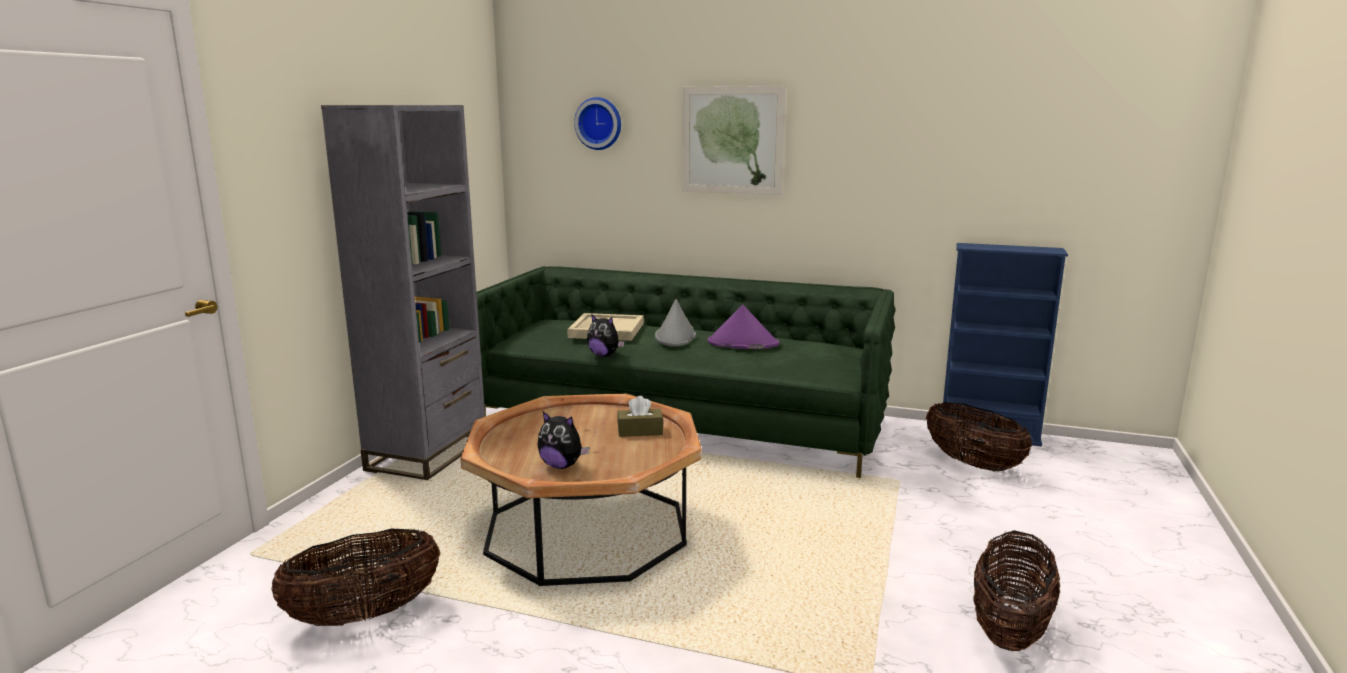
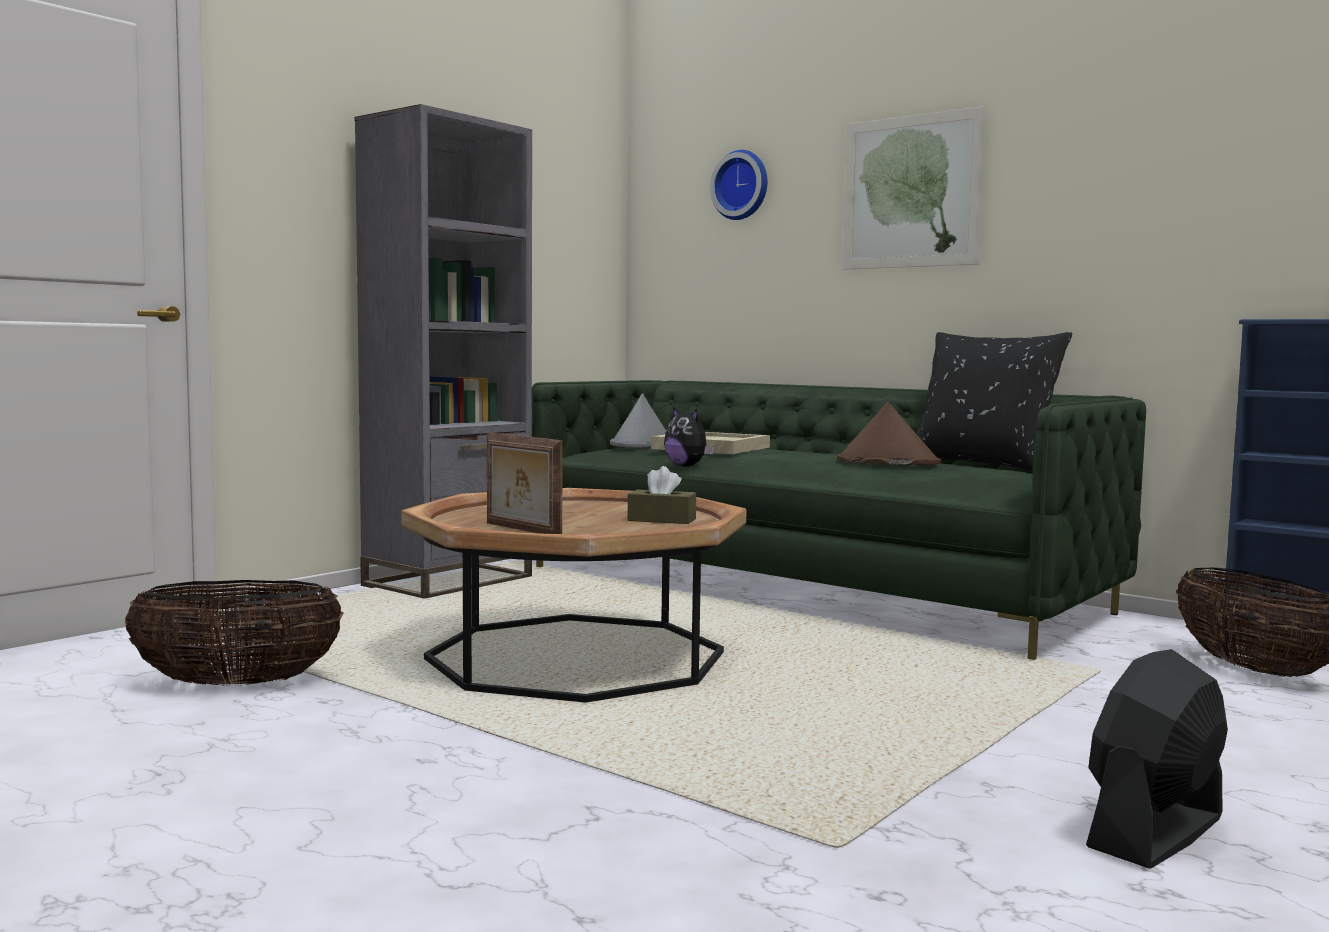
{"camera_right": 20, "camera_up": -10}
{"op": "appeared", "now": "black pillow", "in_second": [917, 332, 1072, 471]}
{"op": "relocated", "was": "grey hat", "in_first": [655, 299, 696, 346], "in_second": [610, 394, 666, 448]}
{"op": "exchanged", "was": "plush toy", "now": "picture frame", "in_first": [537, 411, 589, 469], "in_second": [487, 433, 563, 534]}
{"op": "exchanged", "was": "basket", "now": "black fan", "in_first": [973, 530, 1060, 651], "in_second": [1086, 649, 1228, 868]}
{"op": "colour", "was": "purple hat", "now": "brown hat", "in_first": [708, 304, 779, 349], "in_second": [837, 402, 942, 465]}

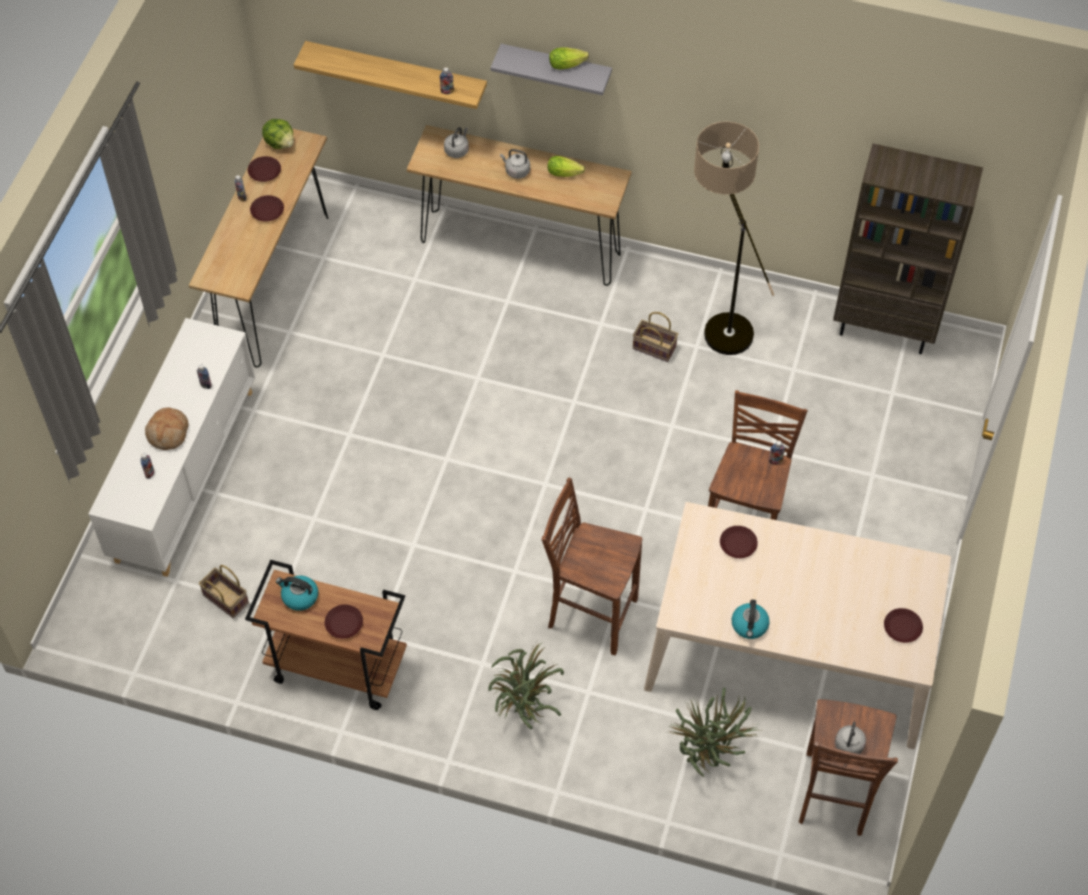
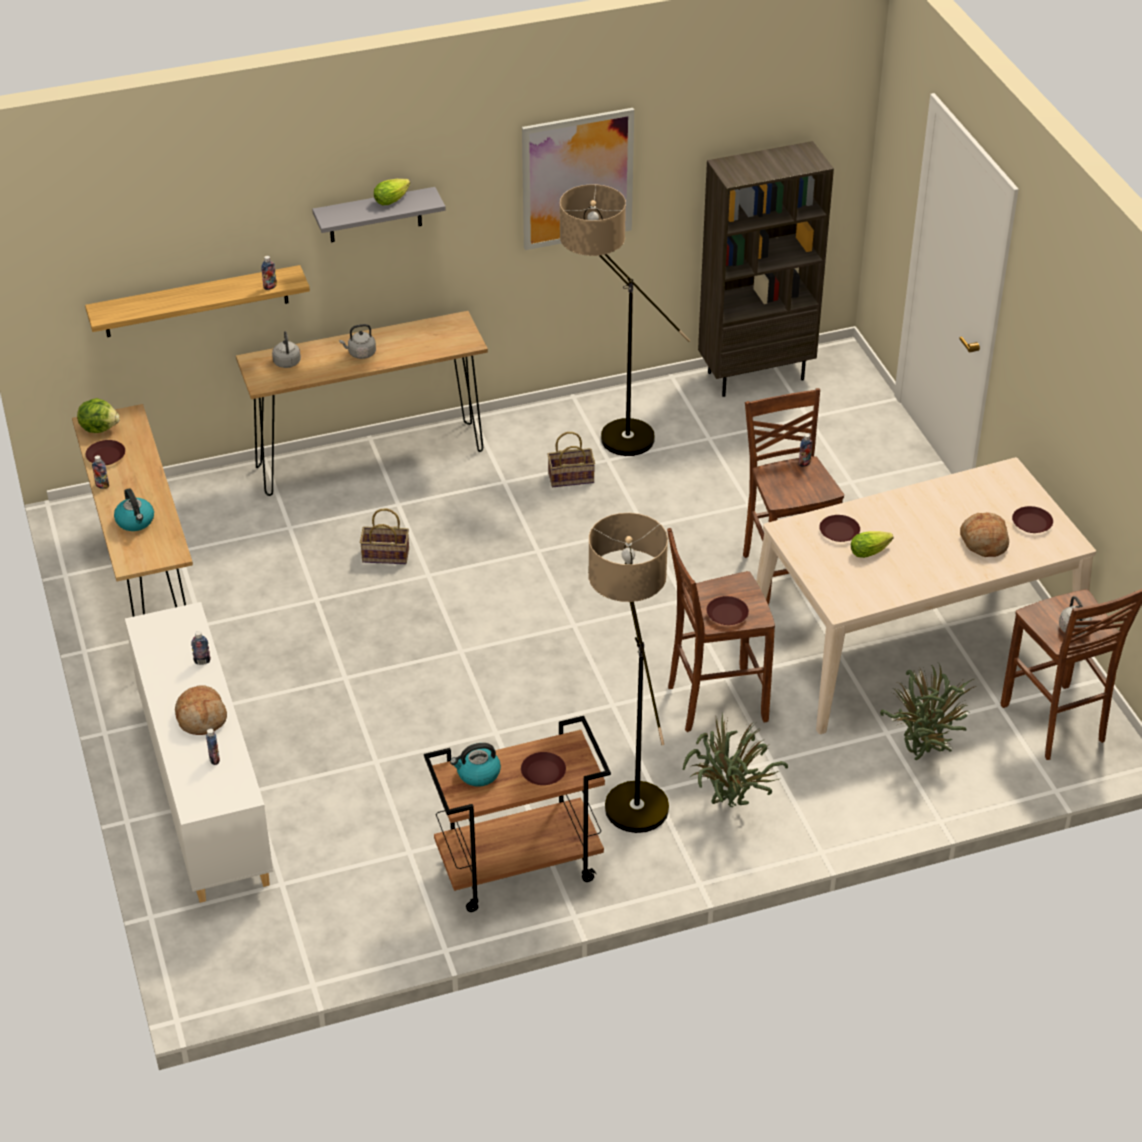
{"camera_right": -35, "camera_up": -15}
{"op": "appeared", "now": "picture", "in_second": [522, 108, 634, 250]}
{"op": "appeared", "now": "floor lamp", "in_second": [588, 513, 669, 833]}
{"op": "appeared", "now": "bread", "in_second": [960, 512, 1009, 557]}
{"op": "relocated", "was": "basket", "in_first": [199, 565, 249, 618], "in_second": [360, 508, 409, 564]}
{"op": "relocated", "was": "brown plate", "in_first": [250, 195, 284, 222], "in_second": [707, 596, 749, 625]}
{"op": "relocated", "was": "lettuce", "in_first": [548, 156, 585, 177], "in_second": [851, 531, 893, 558]}
{"op": "relocated", "was": "kettle", "in_first": [732, 600, 769, 639], "in_second": [114, 488, 154, 531]}

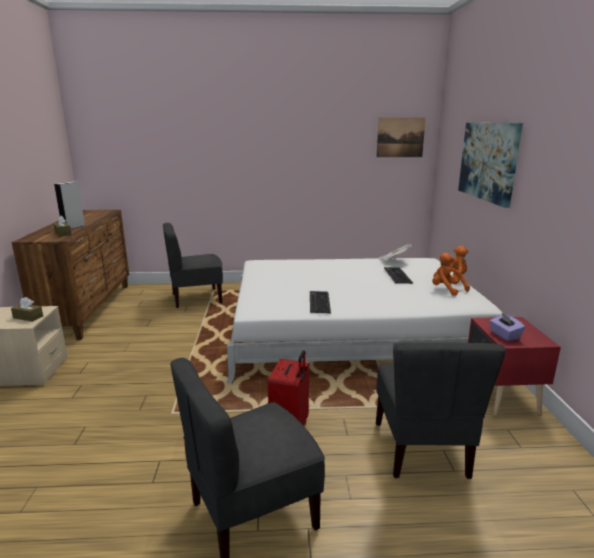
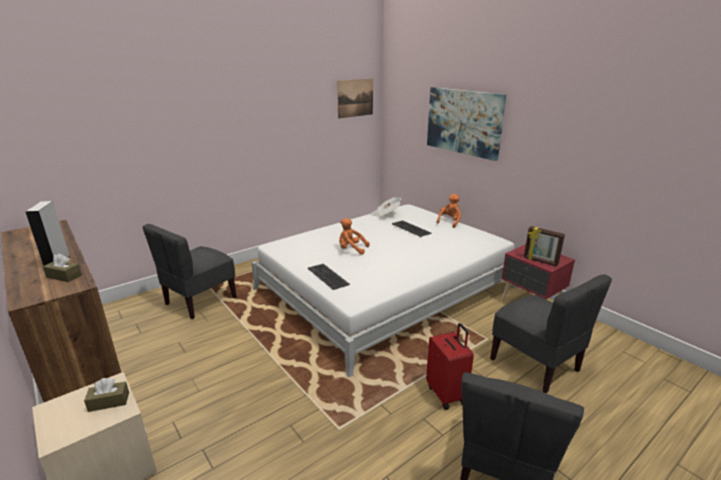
{"camera_right": -35, "camera_up": 5}
{"op": "relocated", "was": "keyboard", "in_first": [310, 291, 331, 314], "in_second": [308, 264, 350, 290]}
{"op": "relocated", "was": "orange plush toy", "in_first": [432, 253, 470, 296], "in_second": [339, 218, 370, 255]}
{"op": "exchanged", "was": "purple tissue box", "now": "picture frame", "in_first": [489, 313, 525, 341], "in_second": [524, 226, 565, 266]}

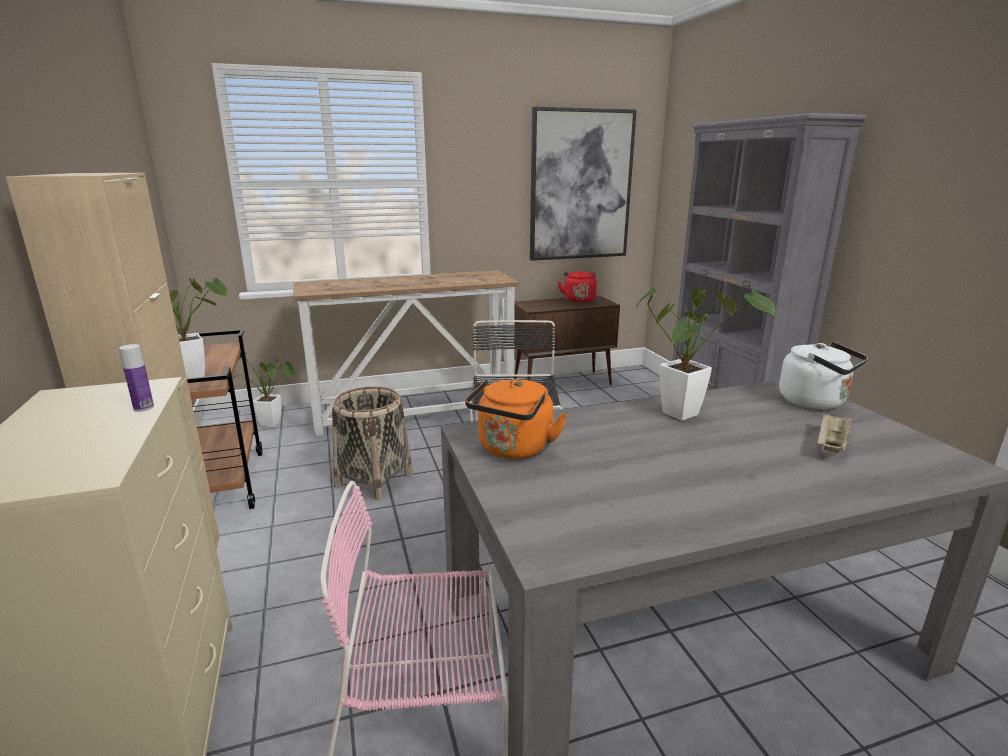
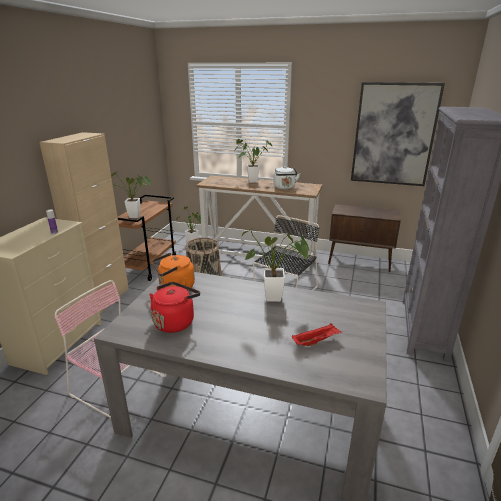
{"camera_right": 35, "camera_up": 5}
{"op": "appeared", "now": "potted plant", "in_second": [235, 139, 272, 183]}
{"op": "relocated", "was": "red kettle", "in_first": [558, 270, 597, 303], "in_second": [149, 282, 200, 333]}
{"op": "relocated", "was": "white kettle", "in_first": [779, 342, 868, 409], "in_second": [273, 166, 300, 189]}
{"op": "colour", "was": "beige tray", "now": "red tray", "in_first": [817, 413, 853, 453], "in_second": [292, 323, 342, 346]}

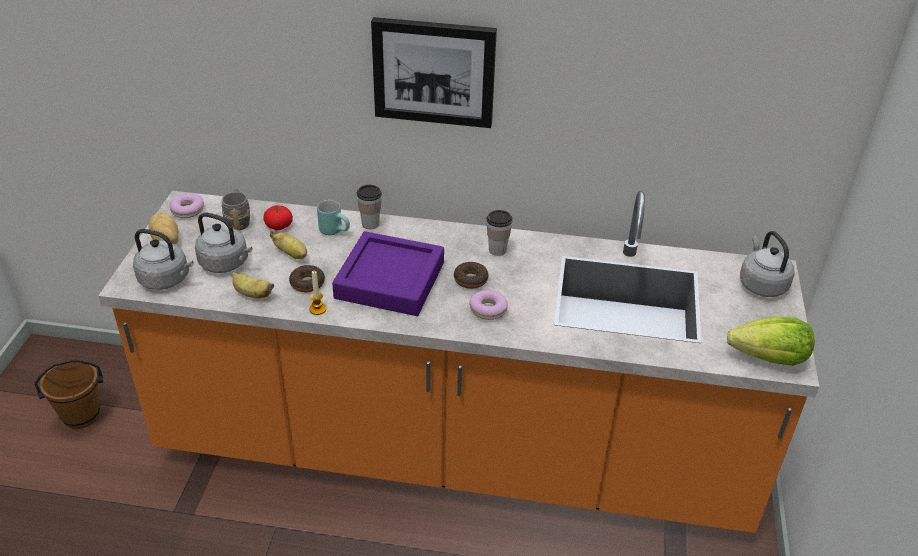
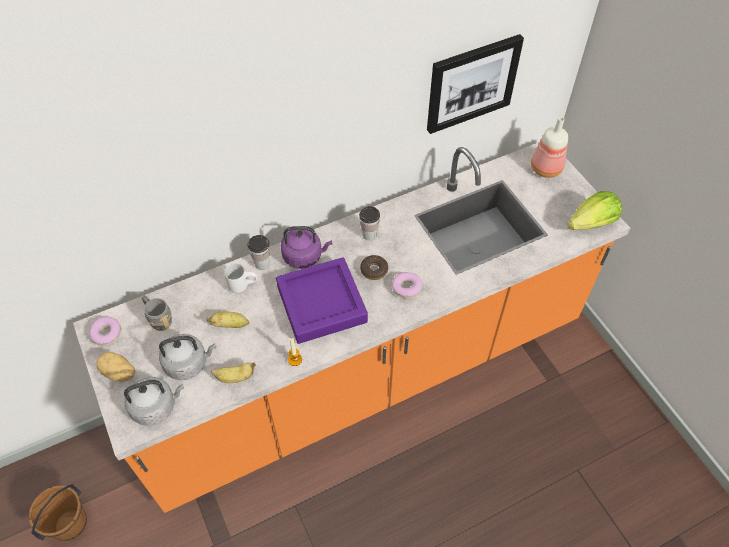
{"camera_right": -35, "camera_up": 15}
{"op": "missing", "was": "tomato", "in_first": [263, 205, 293, 230]}
{"op": "missing", "was": "donut", "in_first": [289, 265, 325, 292]}
{"op": "appeared", "now": "purple kettle", "in_second": [281, 226, 332, 269]}
{"op": "relocated", "was": "picture", "in_first": [371, 17, 497, 128], "in_second": [427, 34, 524, 134]}
{"op": "exchanged", "was": "grey kettle", "now": "bottle", "in_first": [740, 231, 795, 297], "in_second": [531, 117, 568, 178]}
{"op": "colour", "was": "turquoise mug", "now": "white mug", "in_first": [317, 200, 350, 235], "in_second": [224, 263, 257, 293]}

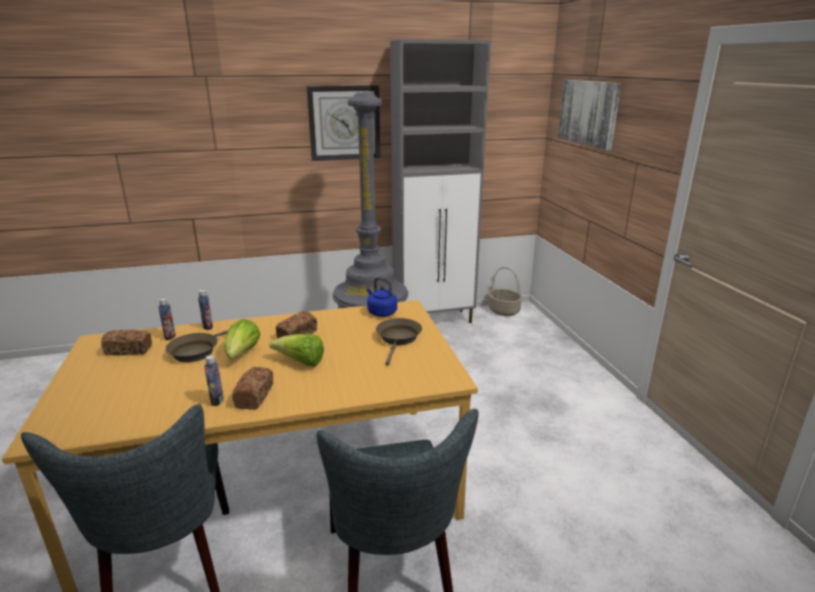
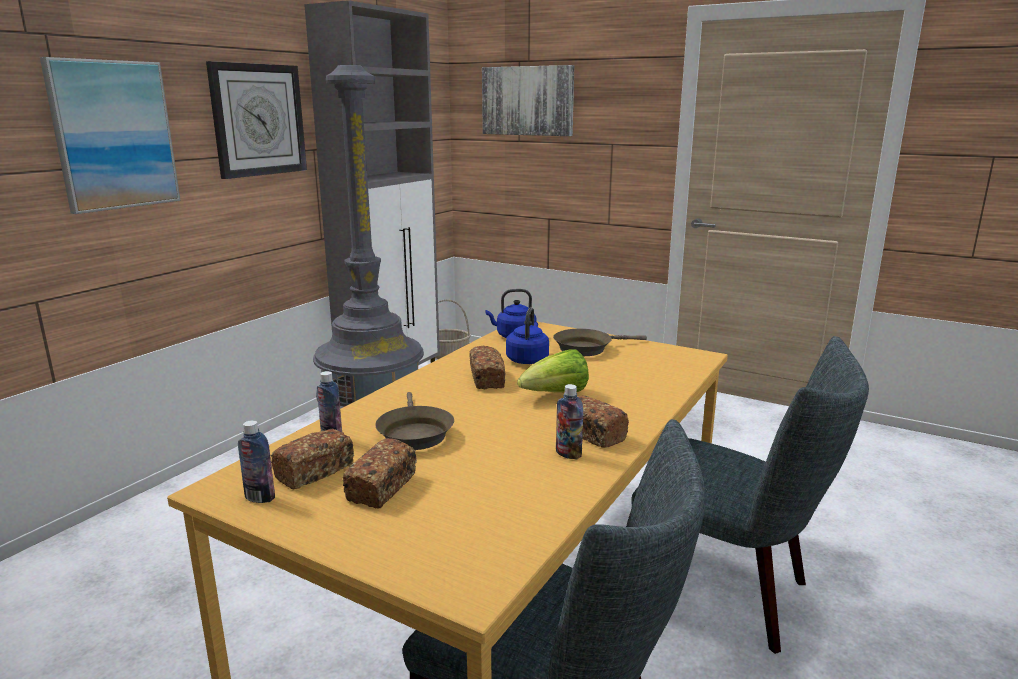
{"camera_right": -45, "camera_up": -5}
{"op": "missing", "was": "lettuce", "in_first": [224, 319, 260, 359]}
{"op": "appeared", "now": "picture", "in_second": [40, 57, 181, 214]}
{"op": "appeared", "now": "bread", "in_second": [343, 438, 417, 509]}
{"op": "appeared", "now": "blue kettle", "in_second": [506, 307, 549, 364]}
{"op": "relocated", "was": "bottle", "in_first": [198, 290, 213, 330], "in_second": [238, 420, 275, 503]}
{"op": "spun", "was": "brown frying pan", "in_first": [376, 318, 422, 366], "in_second": [553, 329, 647, 356], "clockwise": -75}

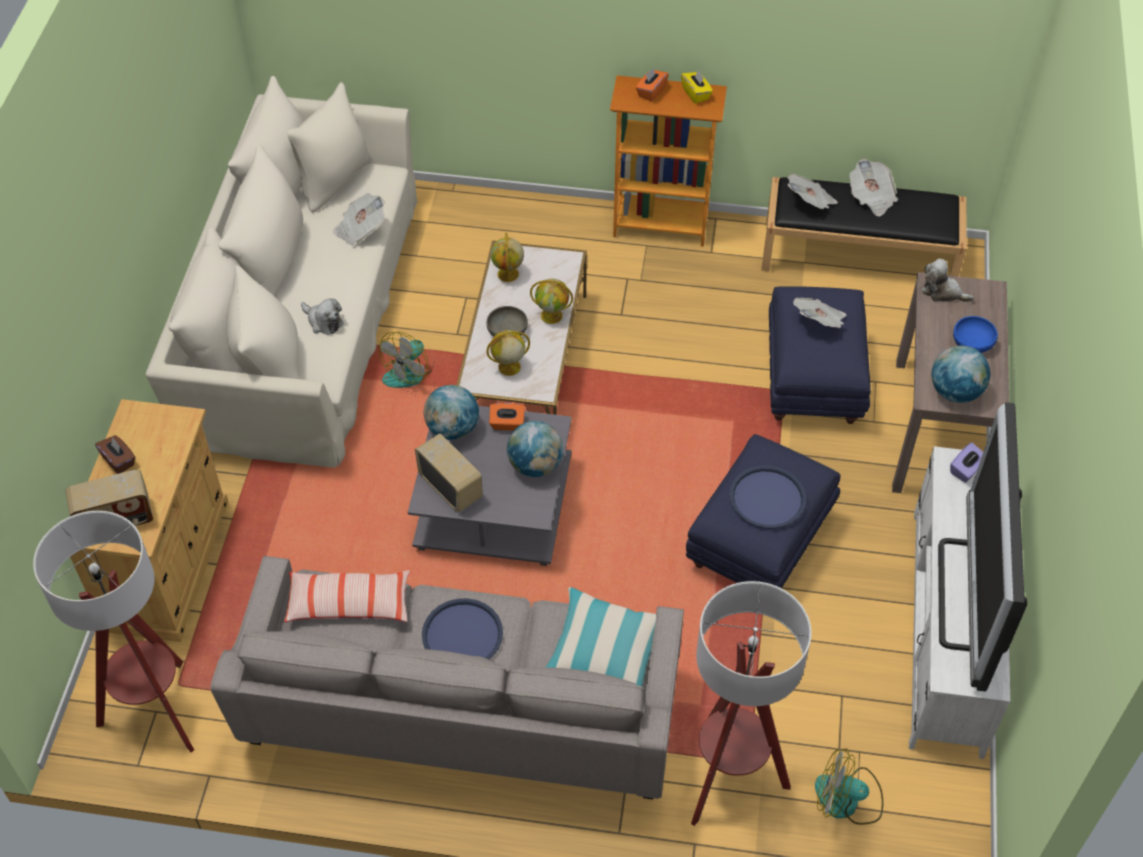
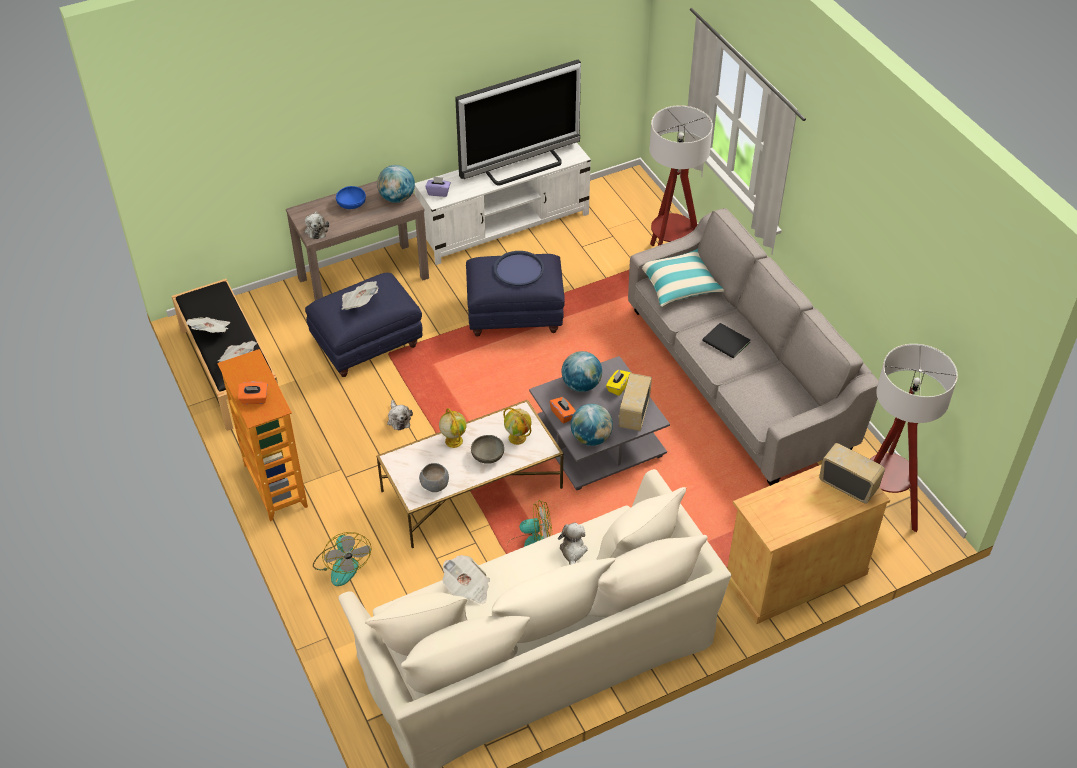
{"camera_right": -125, "camera_up": -5}
{"op": "missing", "was": "brown tissue box", "in_first": [95, 435, 136, 474]}
{"op": "missing", "was": "pillow", "in_first": [284, 570, 410, 622]}
{"op": "appeared", "now": "plush toy", "in_second": [387, 400, 413, 431]}
{"op": "relocated", "was": "yellow tissue box", "in_first": [681, 70, 713, 104], "in_second": [606, 370, 631, 396]}
{"op": "relocated", "was": "fan", "in_first": [815, 748, 883, 825], "in_second": [313, 532, 371, 586]}
{"op": "exchanged", "was": "blue tray", "now": "black book", "in_first": [422, 598, 503, 659], "in_second": [702, 323, 750, 358]}
{"op": "exchanged", "was": "globe", "now": "grey bowl", "in_first": [491, 232, 524, 282], "in_second": [419, 463, 449, 492]}

